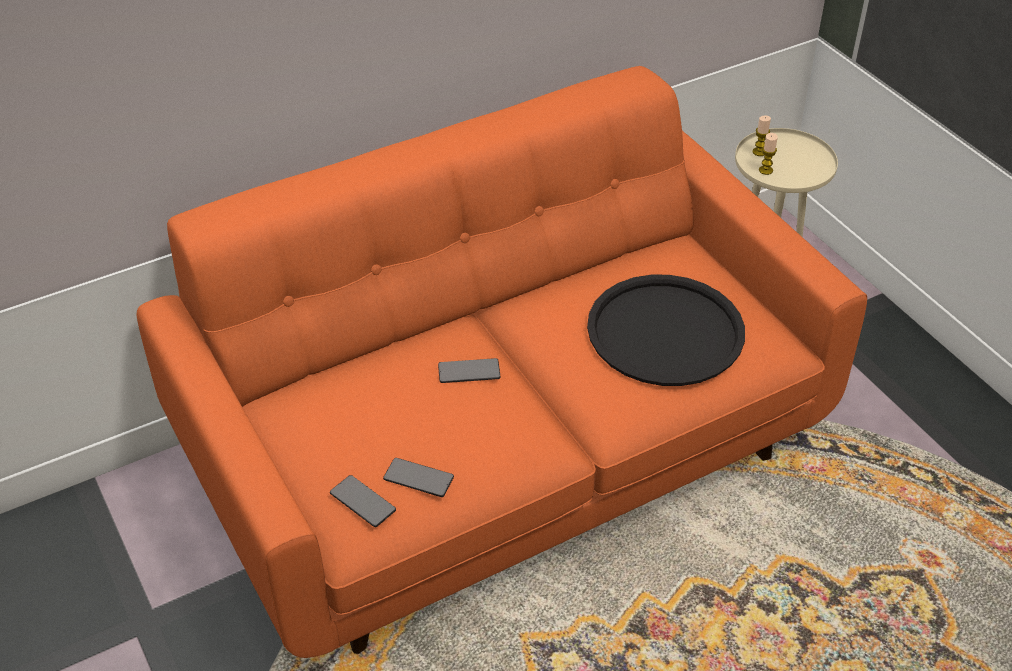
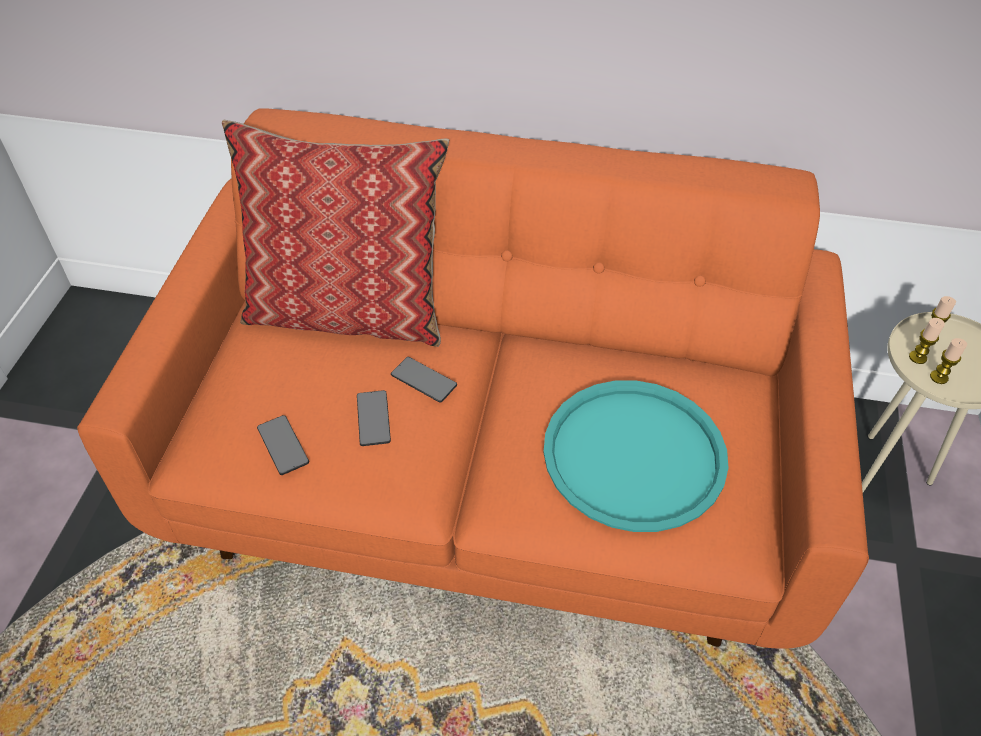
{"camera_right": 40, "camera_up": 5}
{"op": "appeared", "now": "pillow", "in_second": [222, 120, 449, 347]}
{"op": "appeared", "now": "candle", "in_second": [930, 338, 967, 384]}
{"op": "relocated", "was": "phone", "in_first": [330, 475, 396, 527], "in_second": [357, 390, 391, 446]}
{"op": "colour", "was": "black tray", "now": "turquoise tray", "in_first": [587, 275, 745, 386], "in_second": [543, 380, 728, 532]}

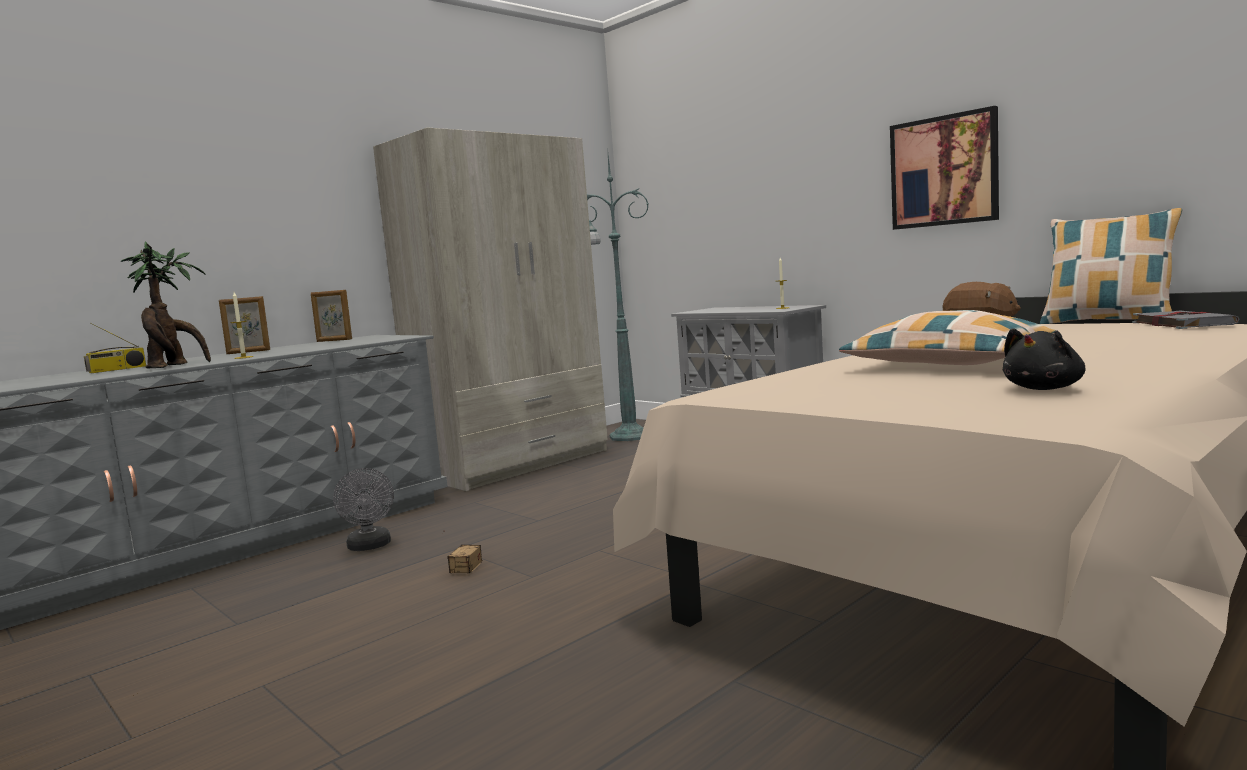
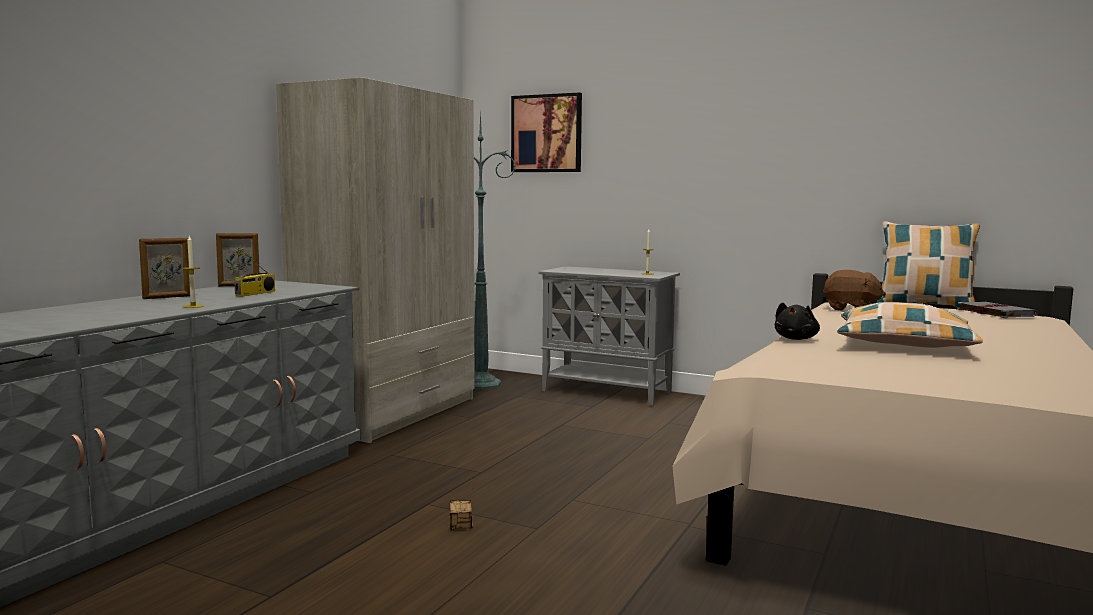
{"camera_right": -20, "camera_up": 0}
{"op": "missing", "was": "potted plant", "in_first": [121, 241, 211, 369]}
{"op": "missing", "was": "grey fan", "in_first": [333, 468, 394, 551]}
{"op": "relocated", "was": "radio", "in_first": [84, 323, 146, 373], "in_second": [234, 249, 275, 296]}
{"op": "relocated", "was": "picture", "in_first": [890, 106, 999, 230], "in_second": [511, 92, 582, 172]}
{"op": "relocated", "was": "black plush toy", "in_first": [1003, 328, 1085, 390], "in_second": [775, 302, 820, 340]}

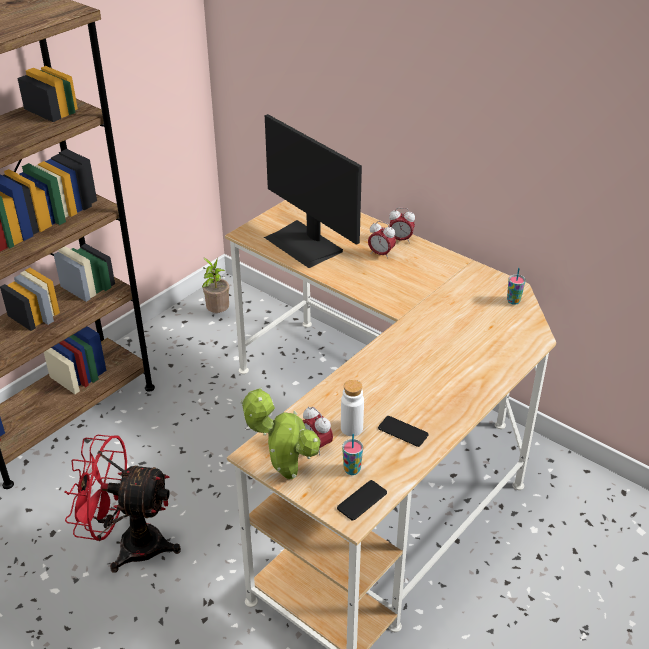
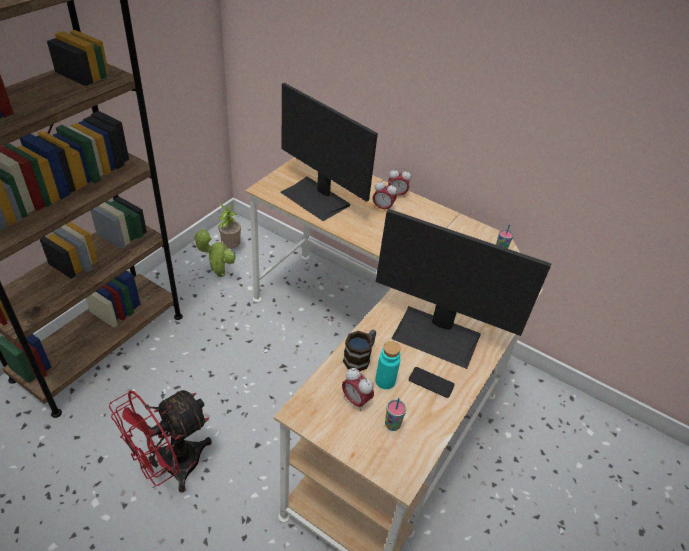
{"camera_right": -10, "camera_up": 5}
{"op": "missing", "was": "phone", "in_first": [337, 480, 387, 521]}
{"op": "appeared", "now": "mug", "in_second": [343, 330, 376, 371]}
{"op": "appeared", "now": "monitor", "in_second": [376, 209, 551, 369]}
{"op": "relocated", "was": "potted plant", "in_first": [240, 387, 320, 479], "in_second": [194, 229, 235, 277]}
{"op": "colour", "was": "white bottle", "now": "turquoise bottle", "in_first": [341, 380, 364, 436], "in_second": [375, 341, 401, 389]}
{"op": "spun", "was": "red fan", "in_first": [64, 435, 181, 573], "in_second": [109, 390, 212, 493], "clockwise": -45}

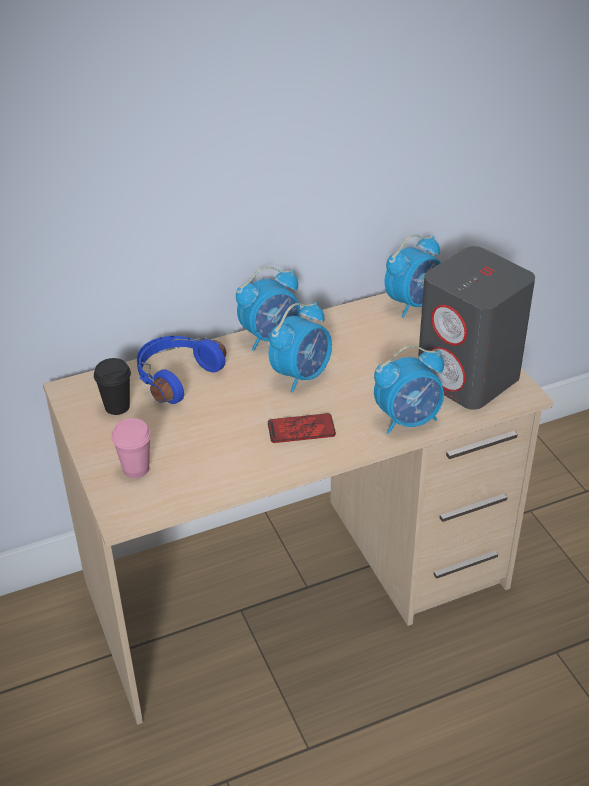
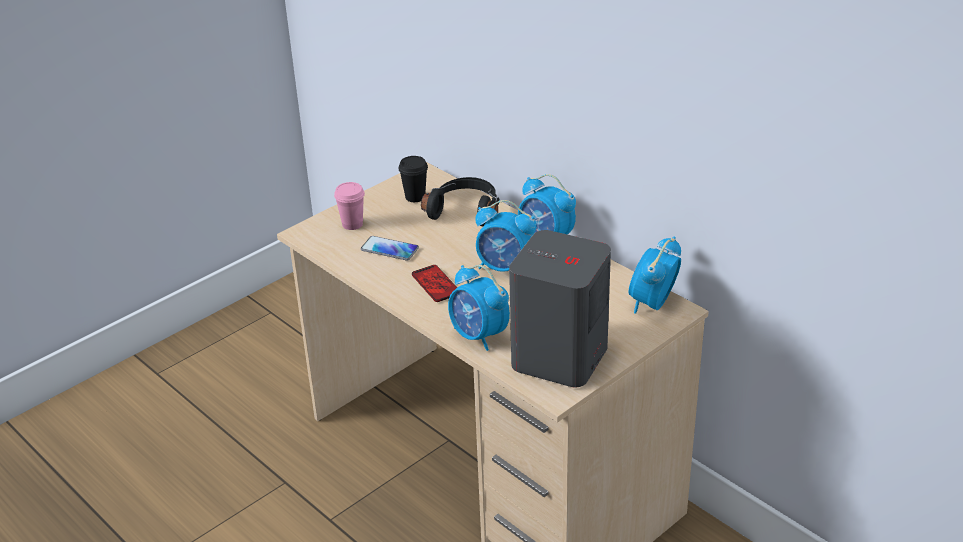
{"camera_right": 70, "camera_up": -5}
{"op": "appeared", "now": "phone", "in_second": [361, 236, 419, 261]}
{"op": "colour", "was": "blue headphones", "now": "black headphones", "in_first": [137, 336, 226, 404], "in_second": [421, 177, 499, 226]}
{"op": "spun", "was": "alarm clock", "in_first": [385, 234, 441, 318], "in_second": [629, 237, 681, 314], "clockwise": 90}

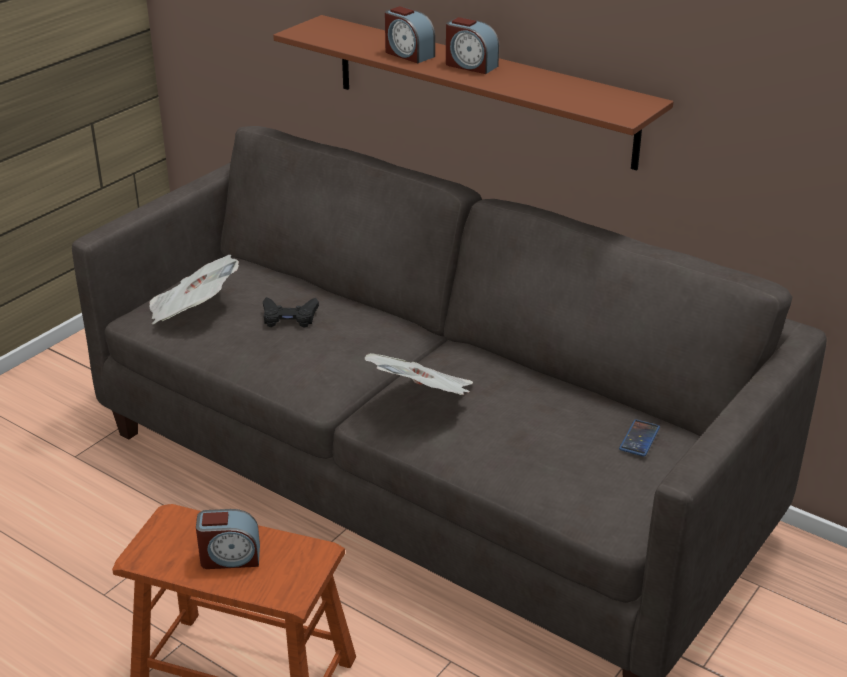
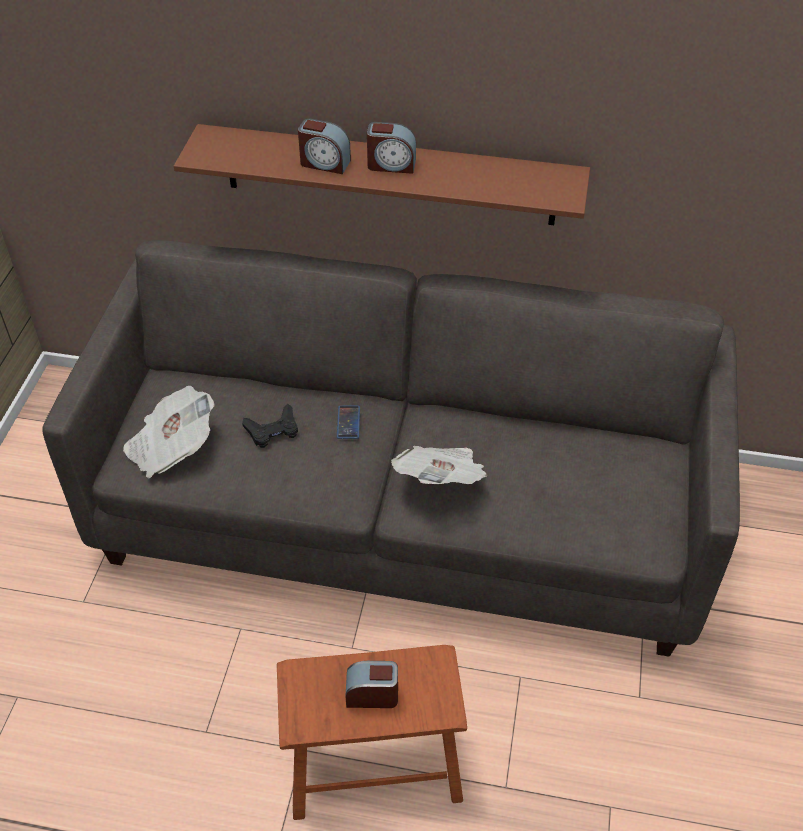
{"camera_right": -25, "camera_up": 15}
{"op": "relocated", "was": "phone", "in_first": [619, 419, 660, 456], "in_second": [337, 406, 360, 439]}
{"op": "spun", "was": "alarm clock", "in_first": [196, 509, 260, 569], "in_second": [345, 661, 398, 708], "clockwise": -150}

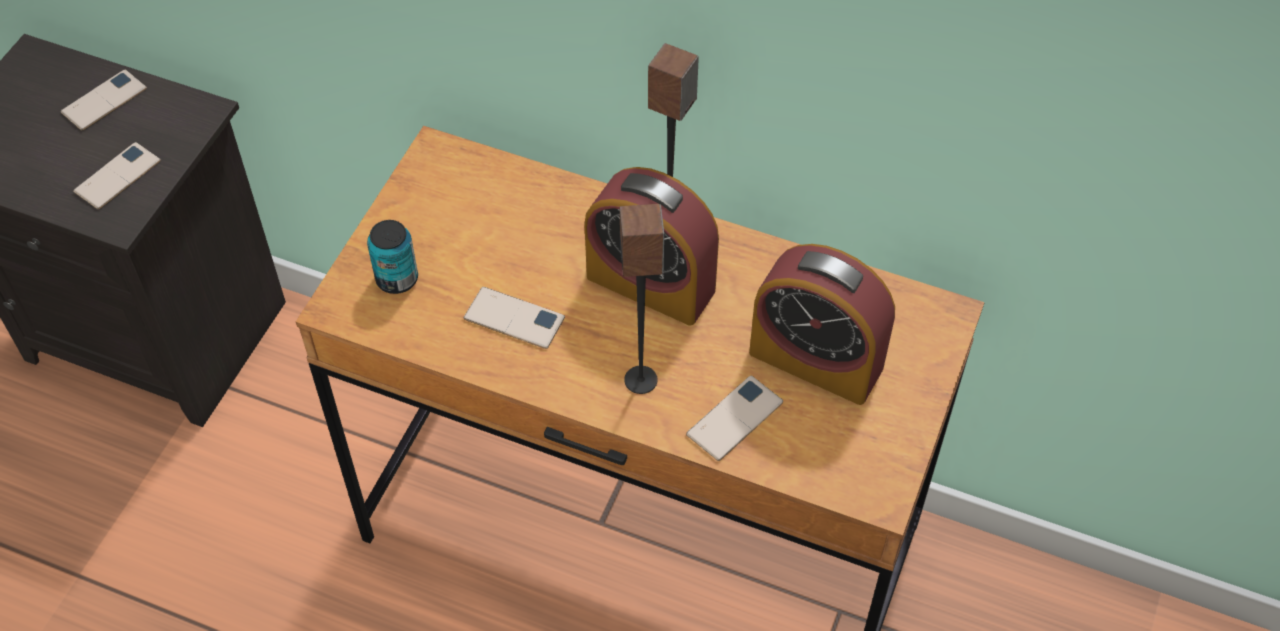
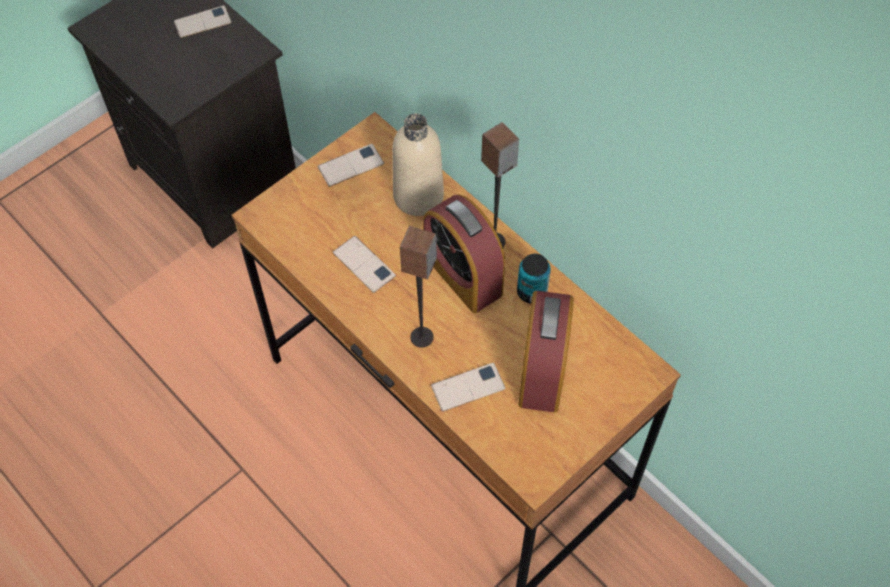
{"camera_right": 25, "camera_up": 5}
{"op": "appeared", "now": "beige bottle", "in_second": [392, 113, 444, 216]}
{"op": "relocated", "was": "phone", "in_first": [73, 142, 161, 210], "in_second": [317, 144, 384, 187]}
{"op": "relocated", "was": "can", "in_first": [367, 220, 418, 294], "in_second": [517, 254, 551, 303]}
{"op": "spun", "was": "alarm clock", "in_first": [749, 244, 895, 405], "in_second": [518, 291, 574, 412], "clockwise": 45}

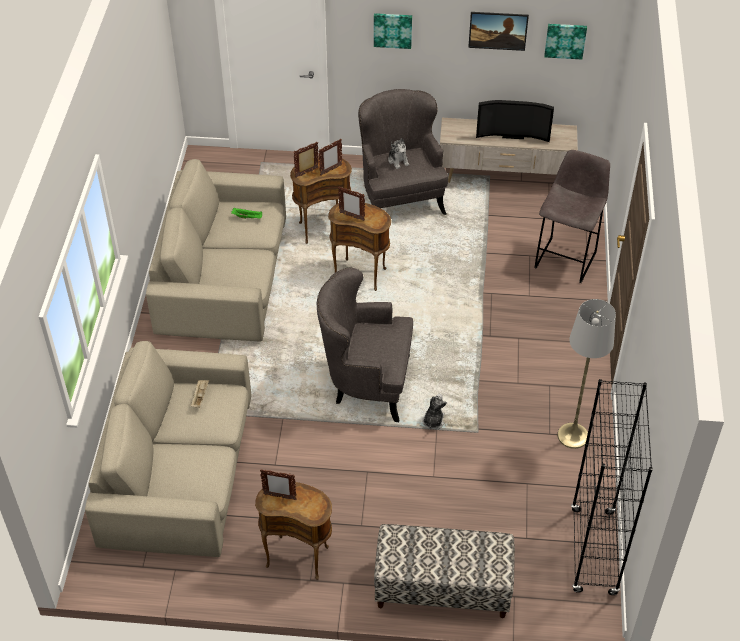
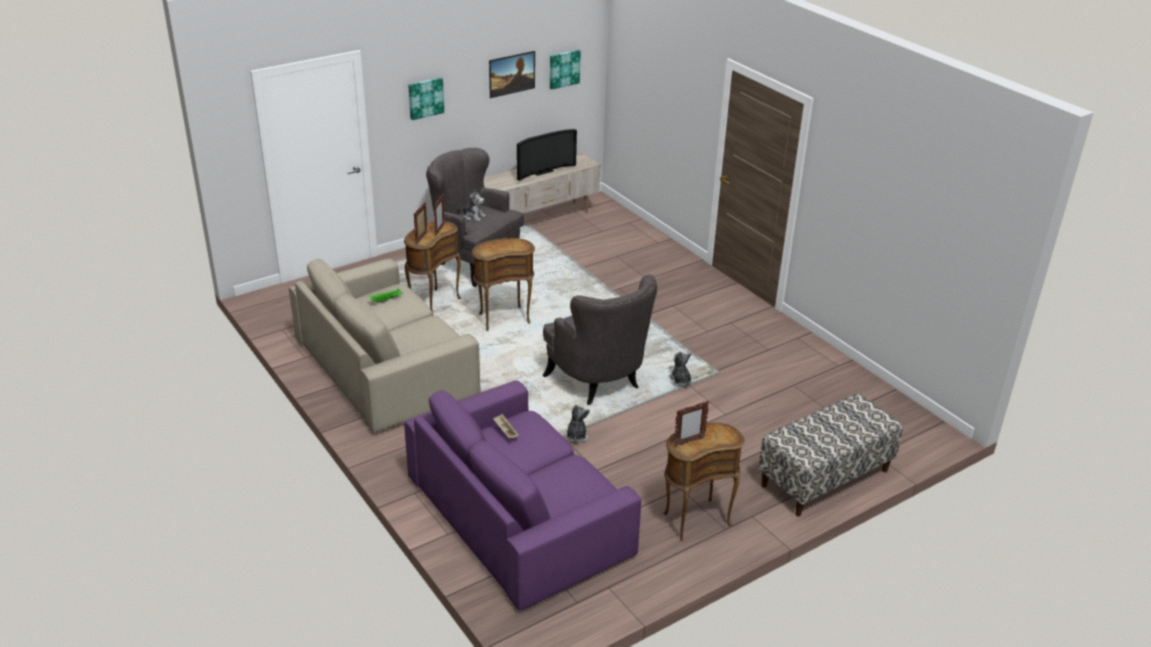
{"camera_right": -40, "camera_up": -15}
{"op": "missing", "was": "picture frame", "in_first": [338, 186, 365, 221]}
{"op": "missing", "was": "grey stool", "in_first": [535, 150, 610, 283]}
{"op": "missing", "was": "grey floor lamp", "in_first": [557, 299, 616, 449]}
{"op": "missing", "was": "black bookcase", "in_first": [571, 379, 653, 595]}
{"op": "appeared", "now": "plush toy", "in_second": [565, 404, 590, 443]}
{"op": "colour", "was": "beige sofa", "now": "purple sofa", "in_first": [85, 341, 251, 557], "in_second": [404, 380, 641, 611]}
{"op": "spun", "was": "grey armchair", "in_first": [317, 268, 413, 422], "in_second": [542, 274, 657, 405], "clockwise": -90}

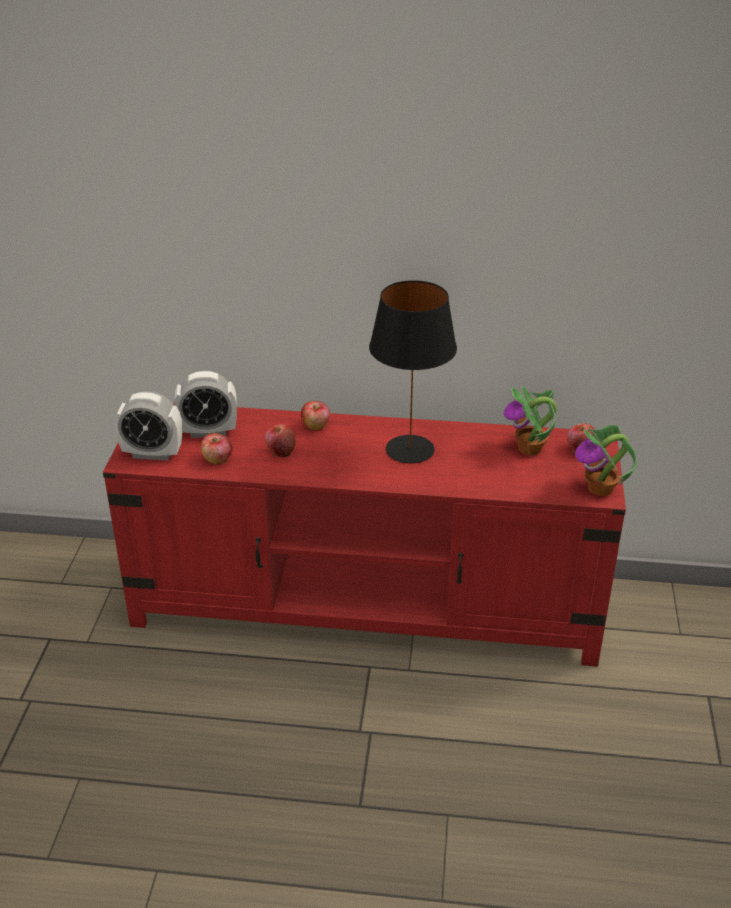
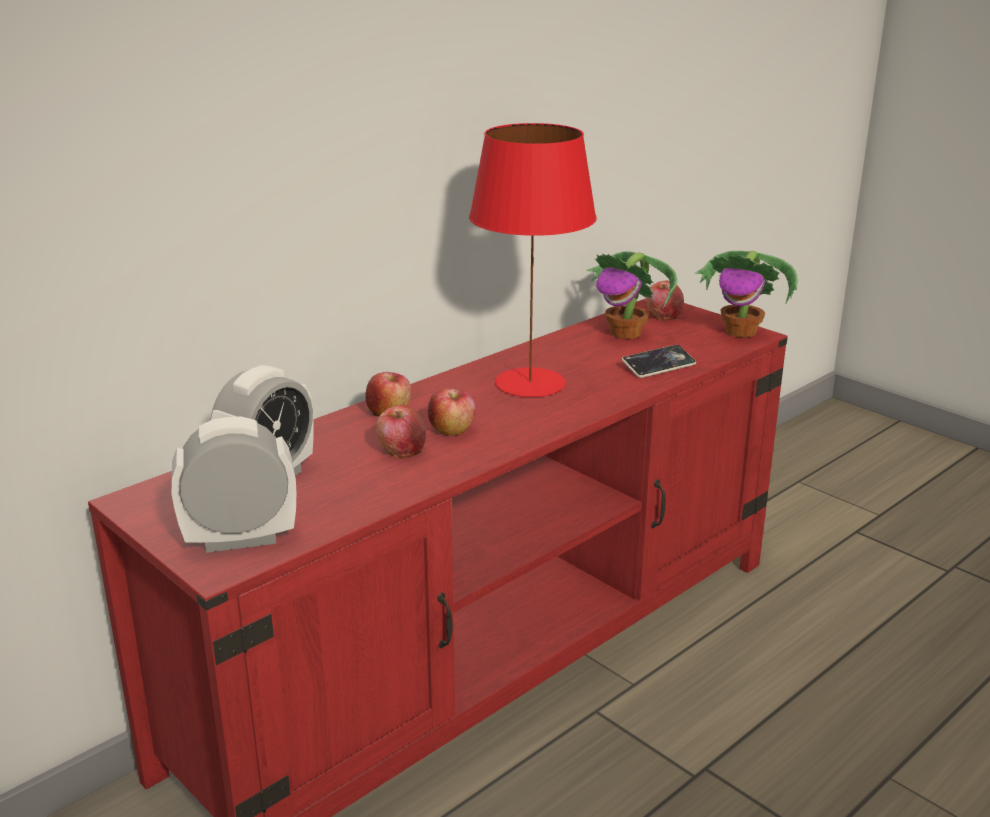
{"camera_right": -50, "camera_up": -10}
{"op": "appeared", "now": "phone", "in_second": [622, 345, 696, 378]}
{"op": "relocated", "was": "apple", "in_first": [201, 433, 233, 465], "in_second": [428, 388, 476, 436]}
{"op": "colour", "was": "black table lamp", "now": "red table lamp", "in_first": [369, 280, 457, 463], "in_second": [469, 123, 597, 397]}
{"op": "spun", "was": "alarm clock", "in_first": [115, 391, 182, 460], "in_second": [172, 416, 296, 553], "clockwise": -150}

